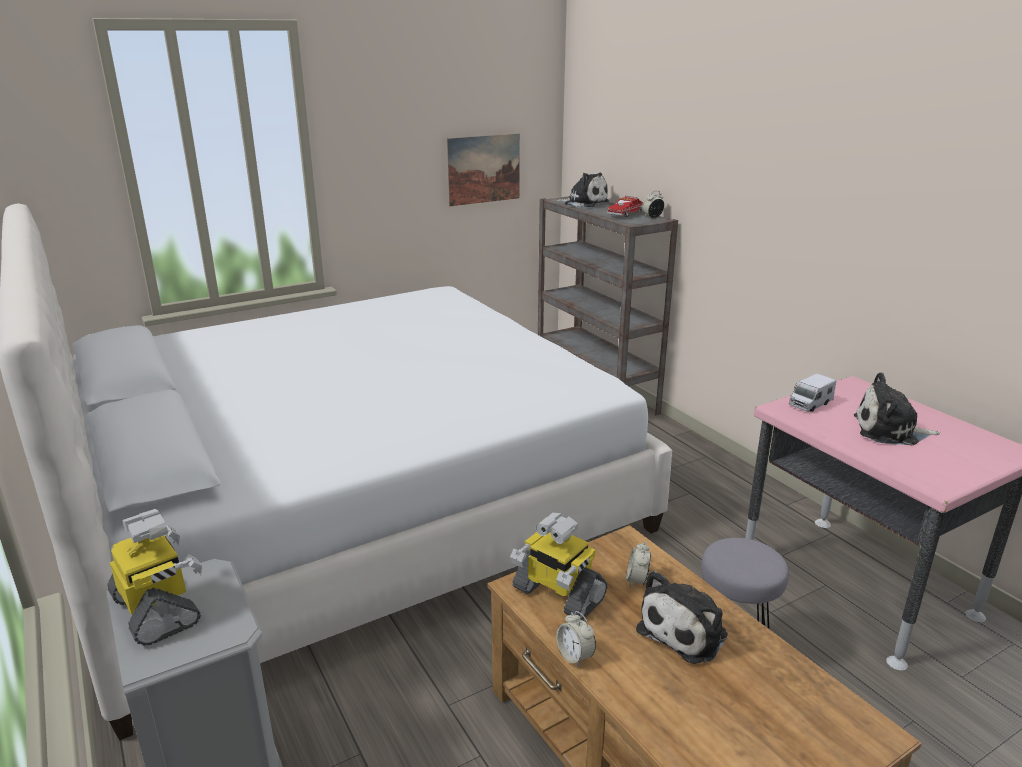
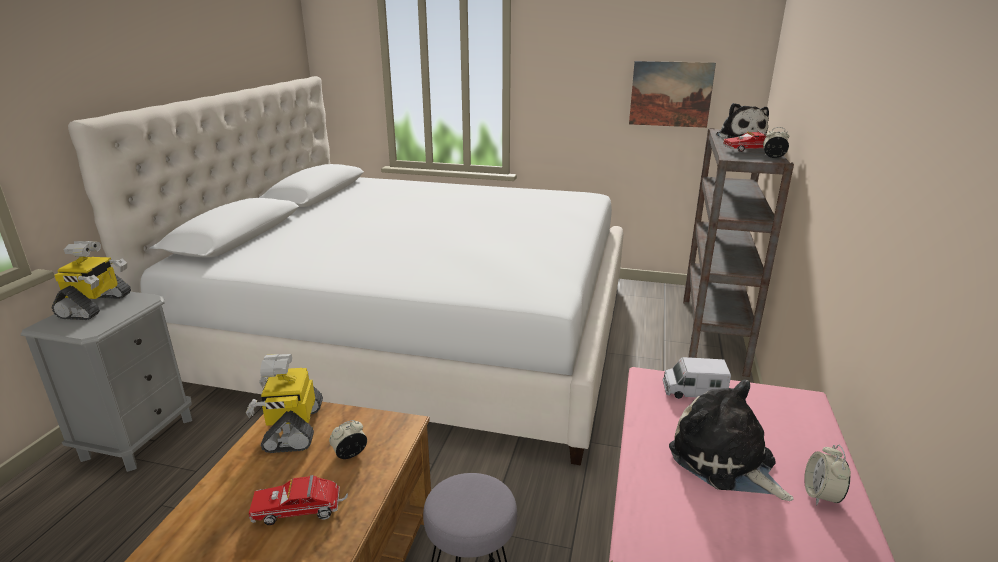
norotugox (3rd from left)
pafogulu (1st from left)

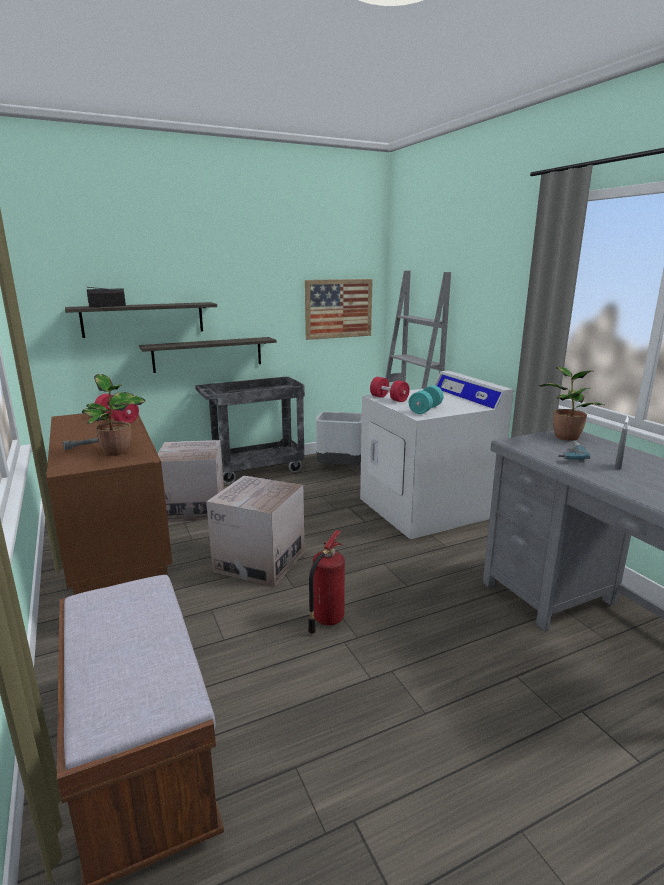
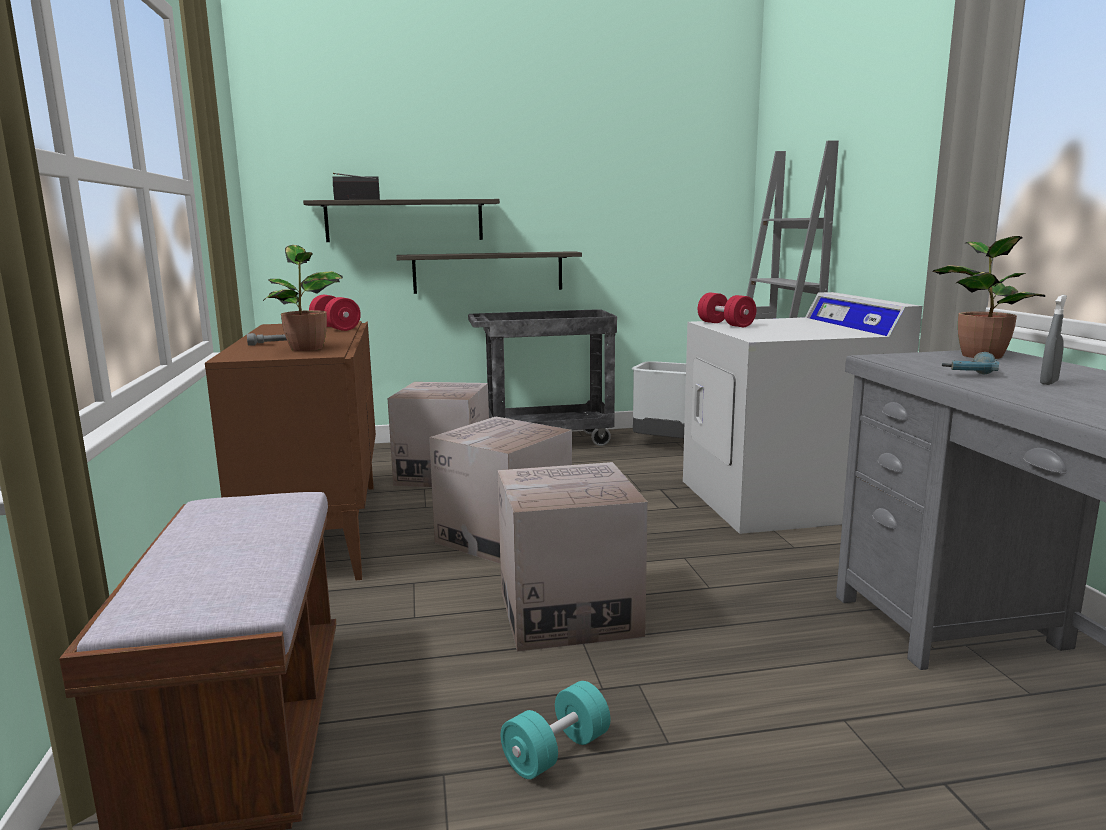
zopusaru
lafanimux (3rd from left)
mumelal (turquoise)

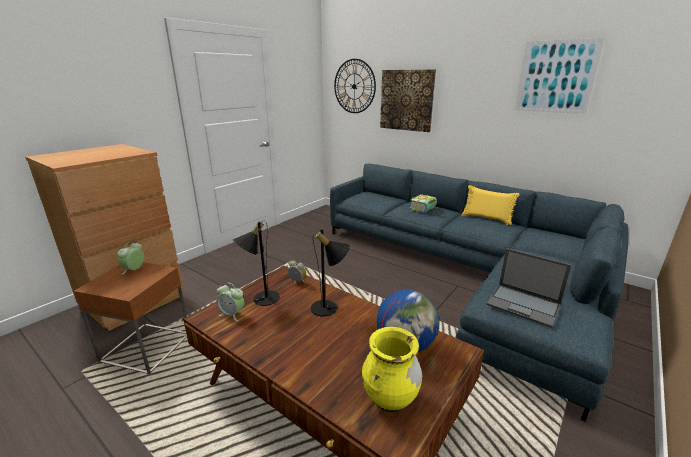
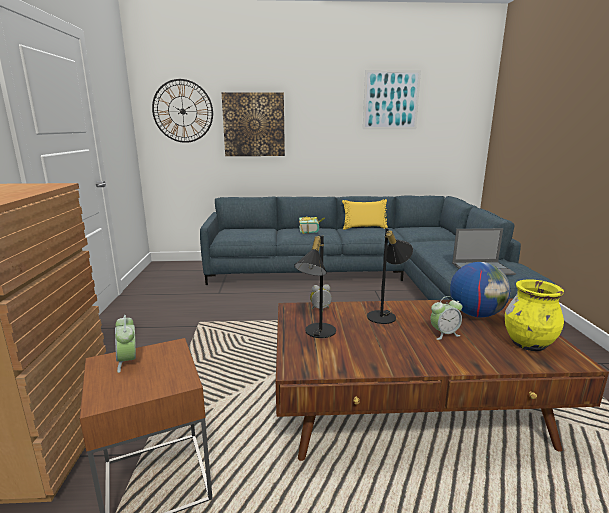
norotugox (3rd from left)

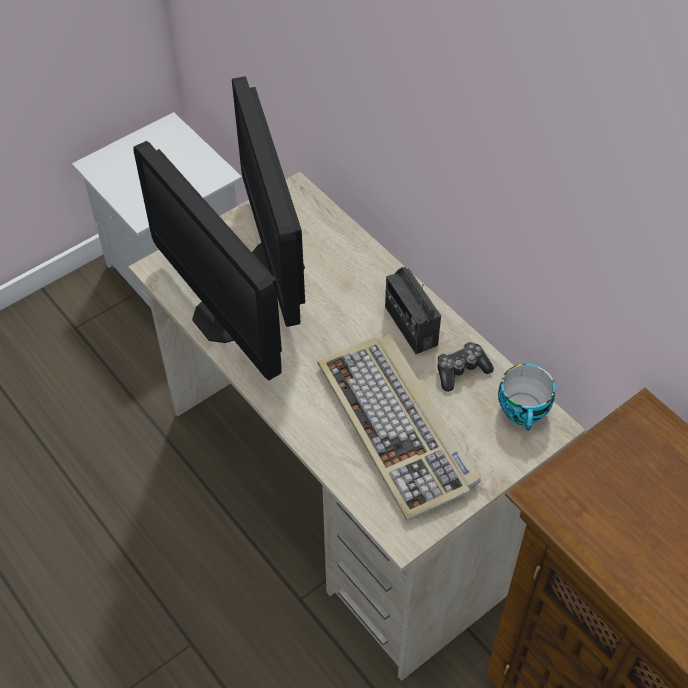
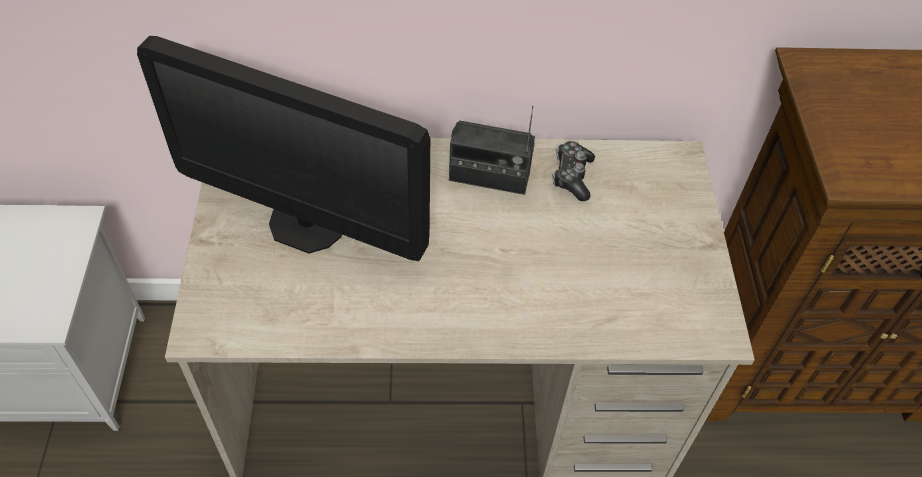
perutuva (1st from left in the first image)
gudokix
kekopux

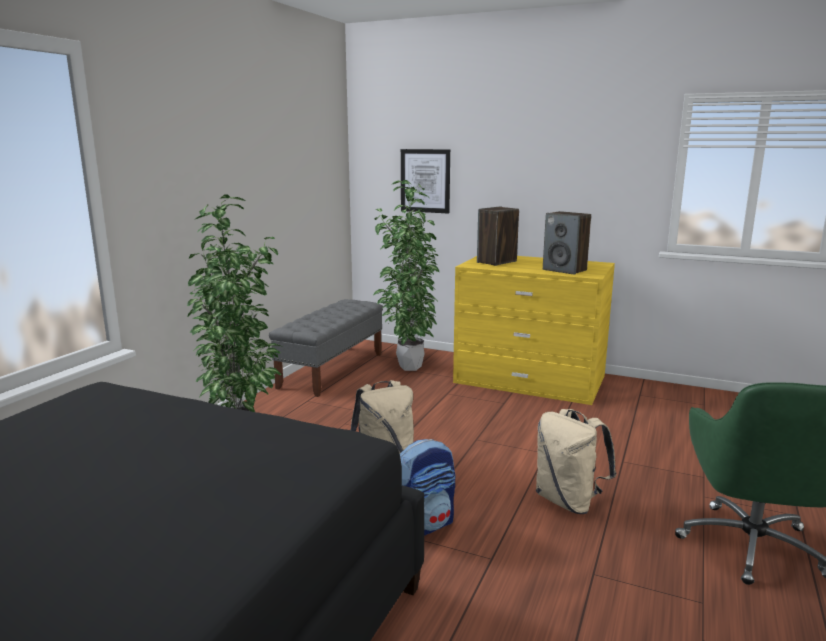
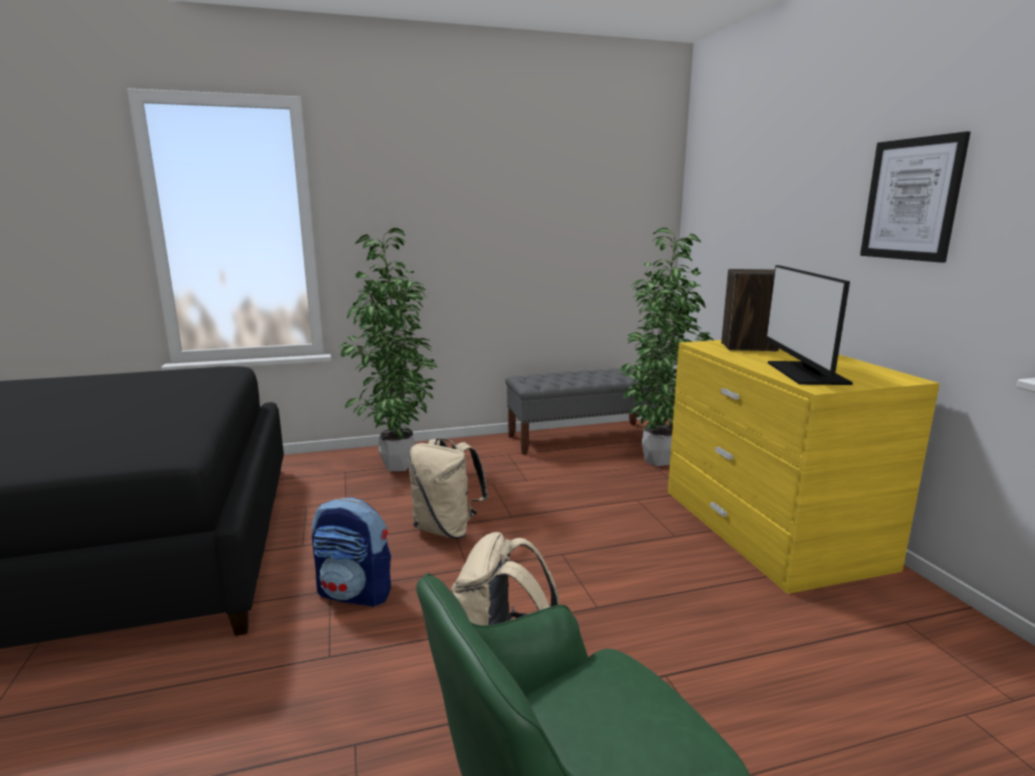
zopusaru
perutuva

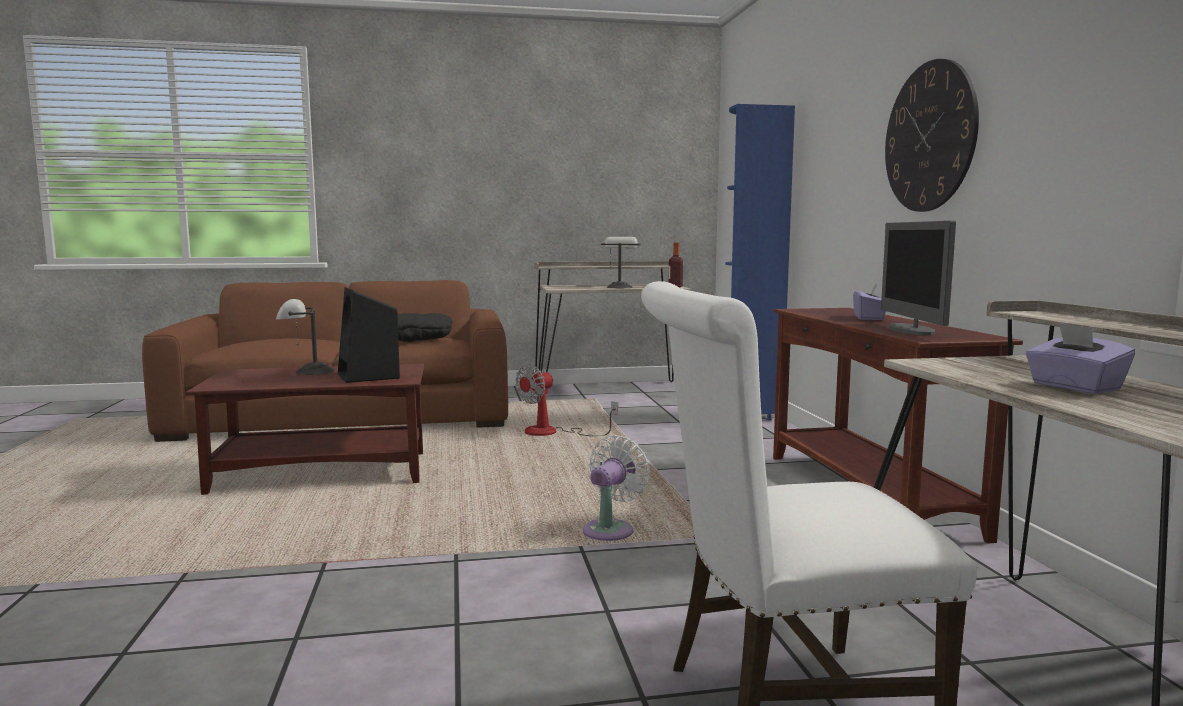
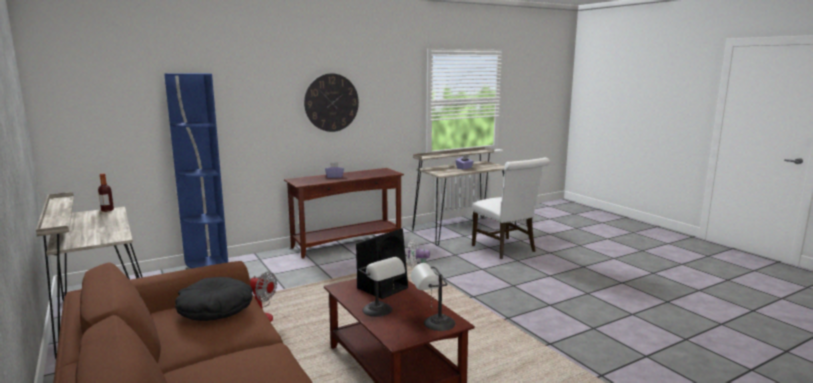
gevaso (2nd from left)
perutuva

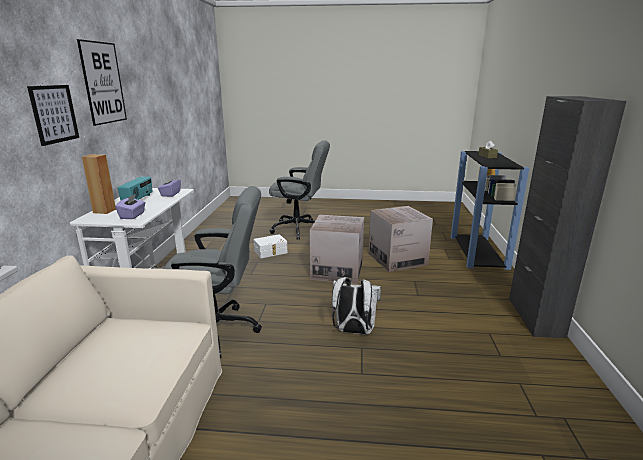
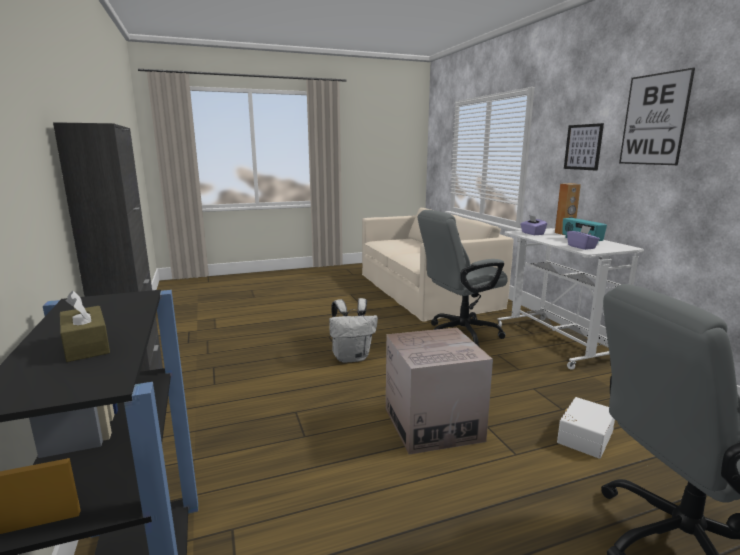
lafanimux (2nd from left in the first image)

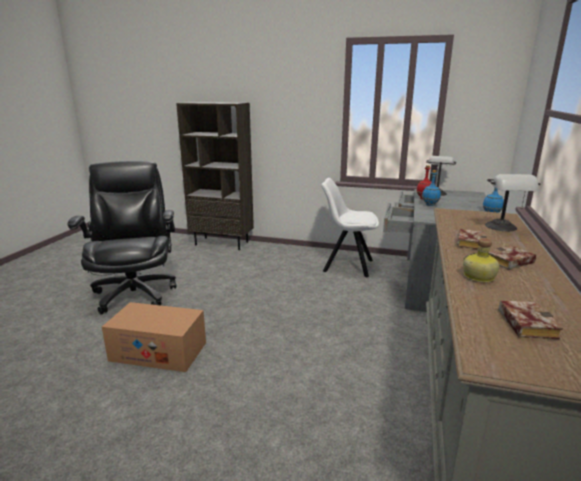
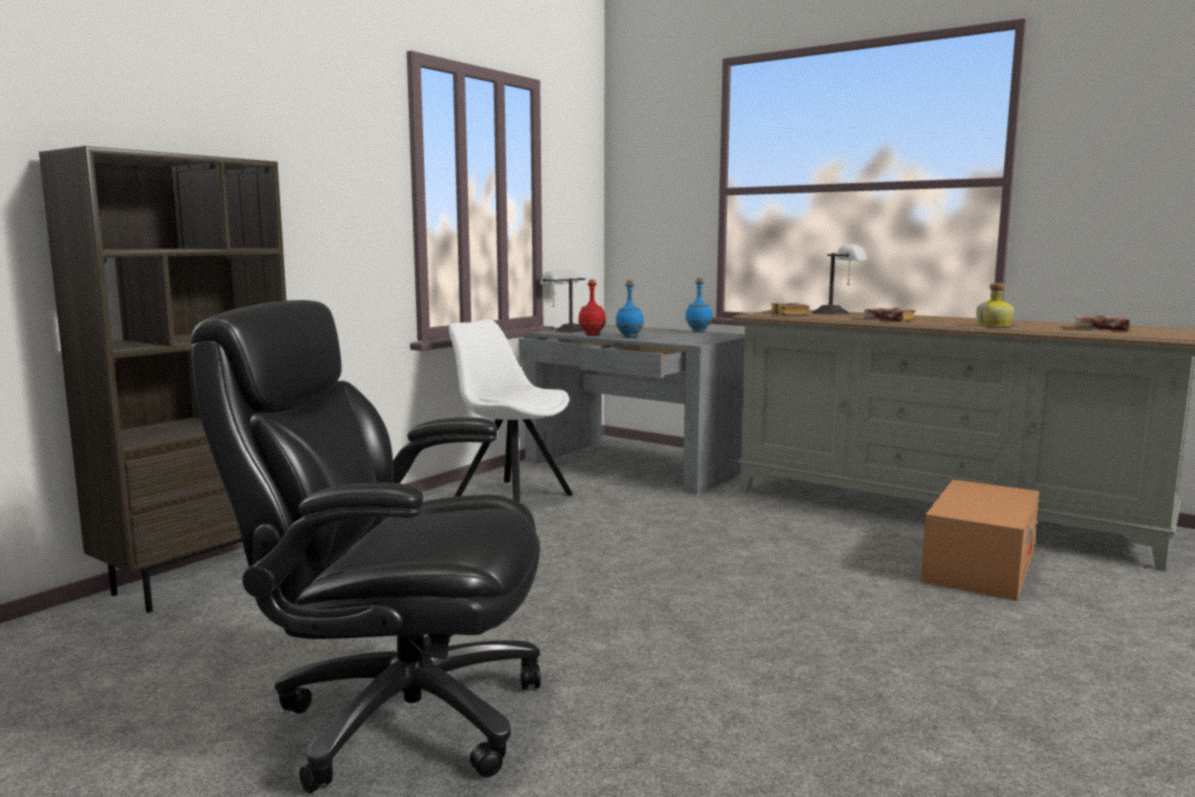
lafanimux
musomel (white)
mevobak (1st from left)

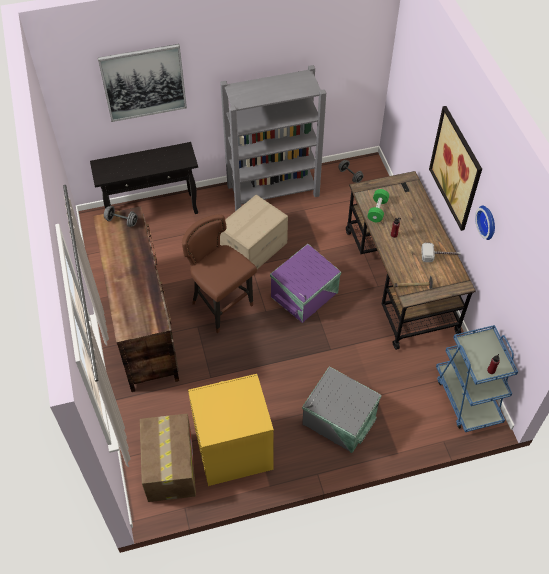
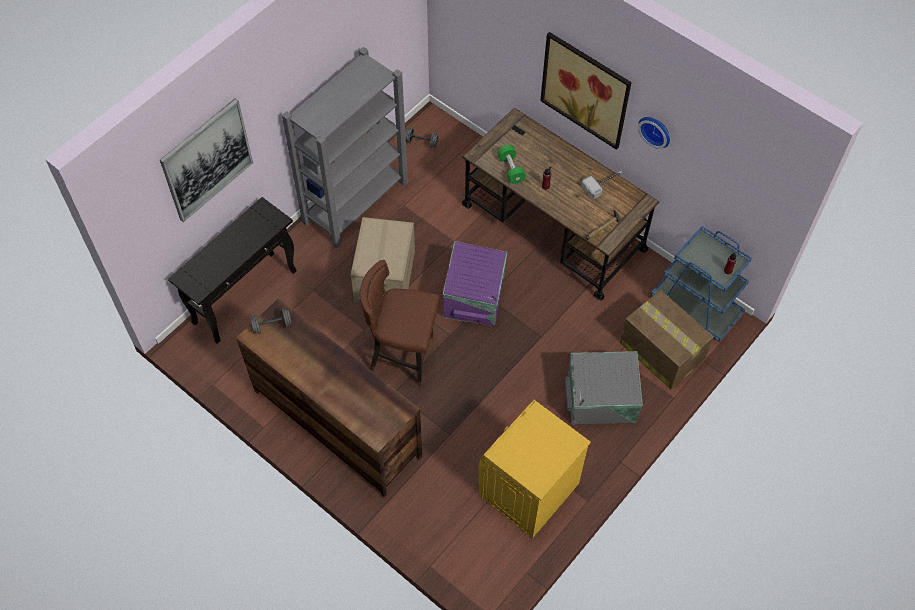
lafanimux (2nd from left)

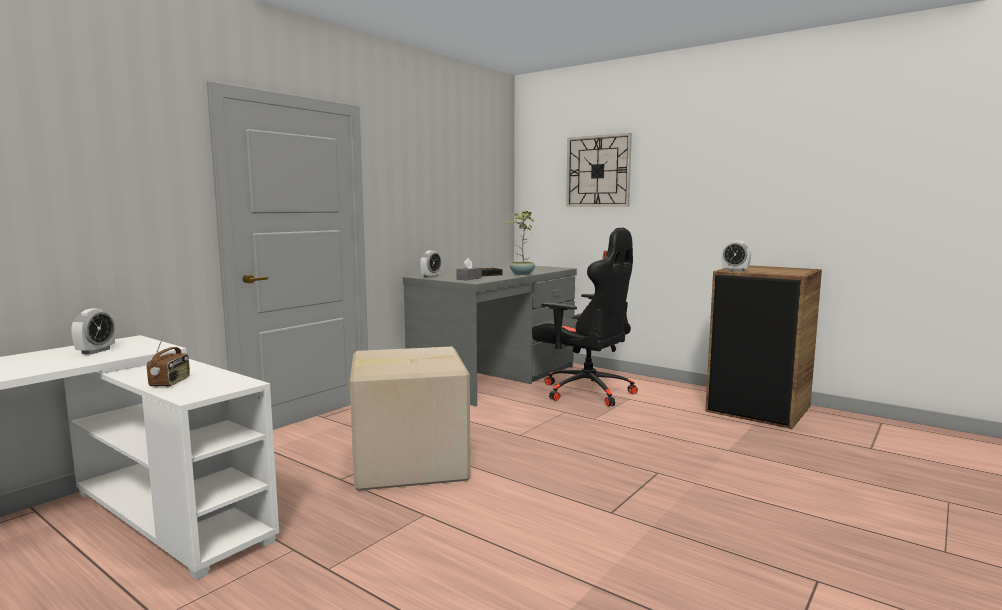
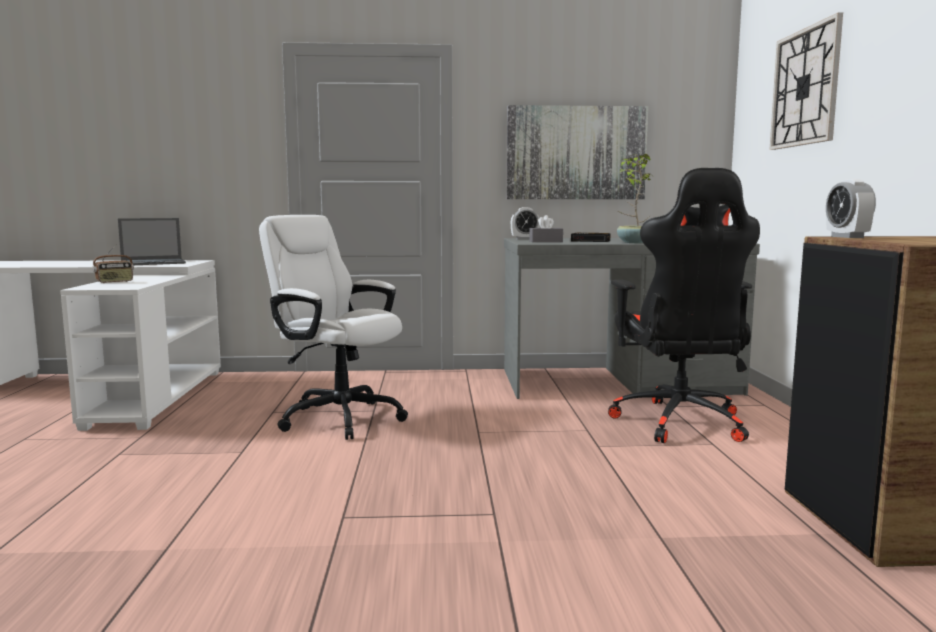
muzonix
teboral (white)
zopusaru

